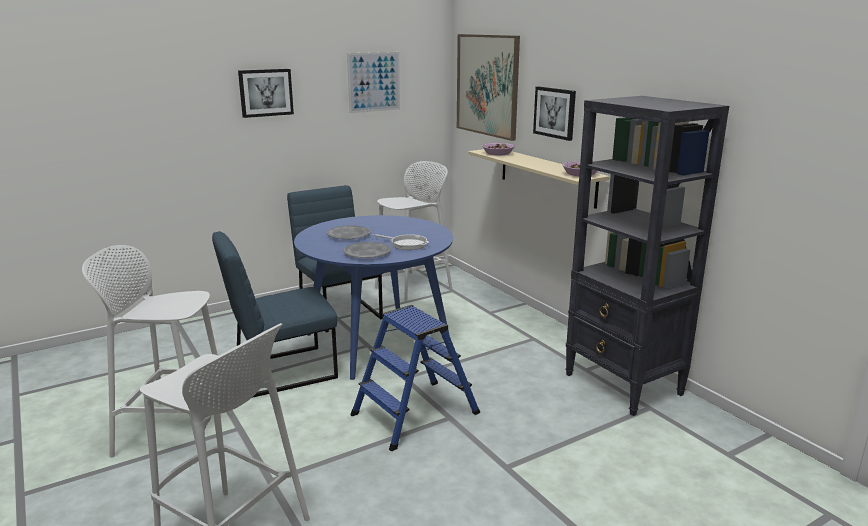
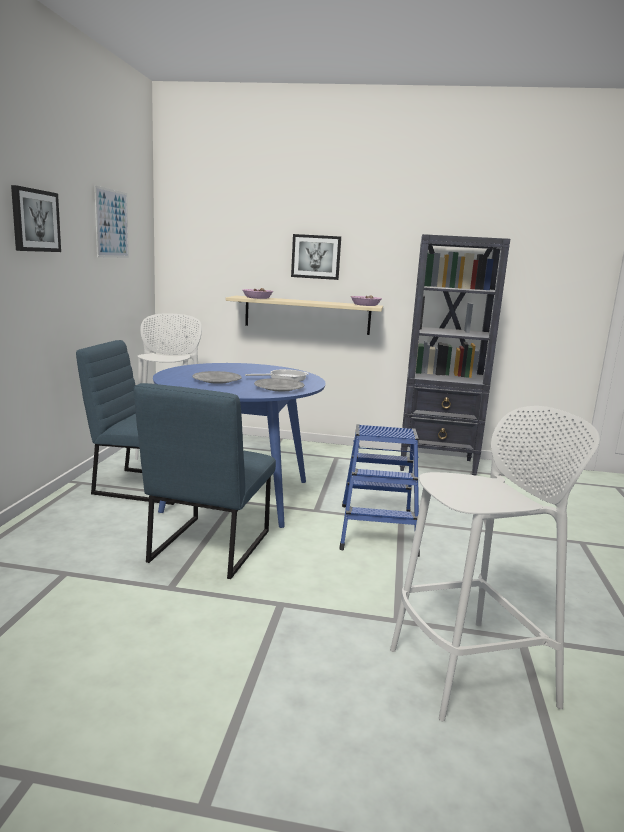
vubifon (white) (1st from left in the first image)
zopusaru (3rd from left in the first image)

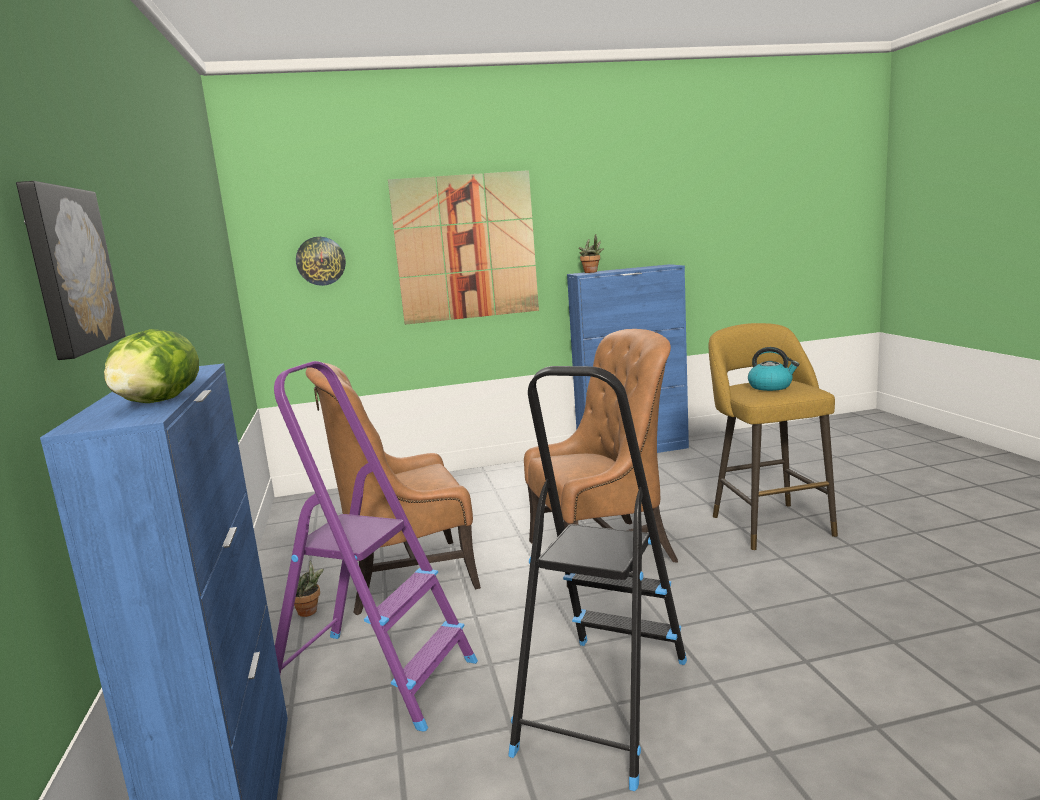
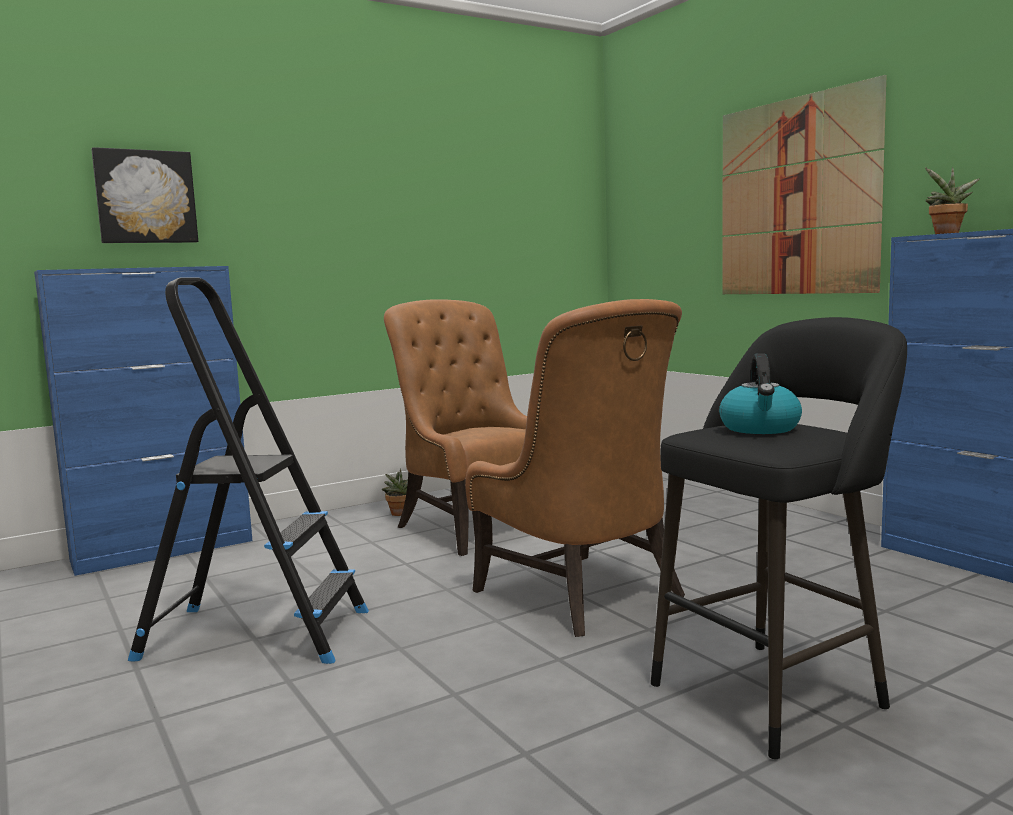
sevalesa
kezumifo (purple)
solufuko
vubifon (black)

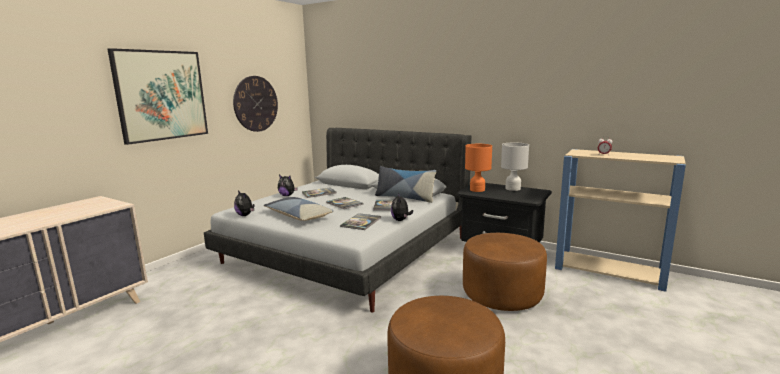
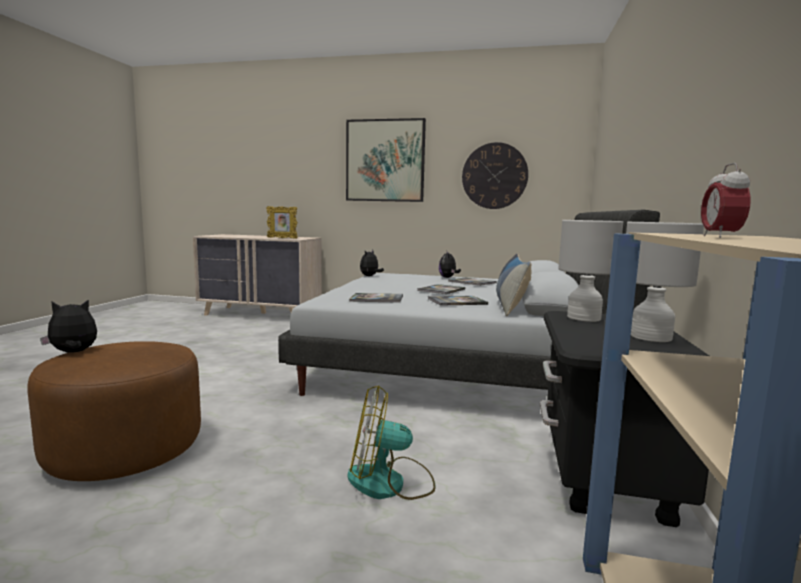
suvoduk (1st from left in the first image)
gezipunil (1st from left)
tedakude
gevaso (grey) (1st from left)
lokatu

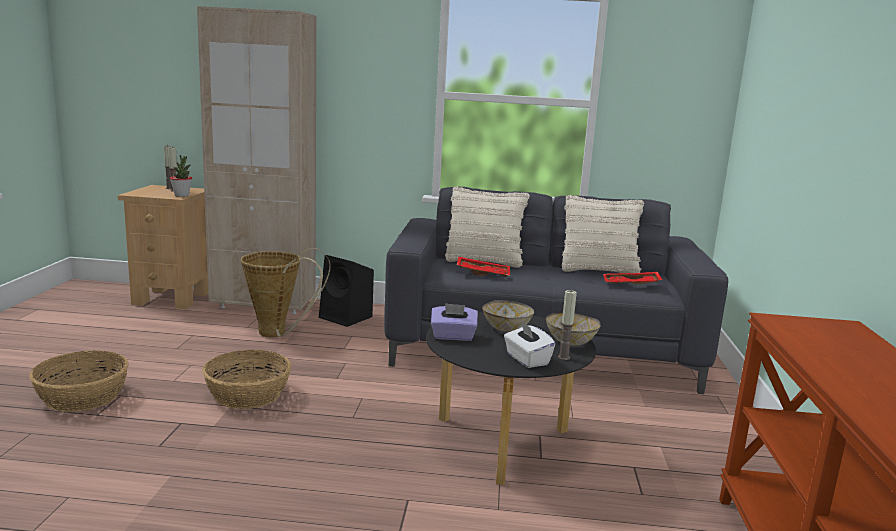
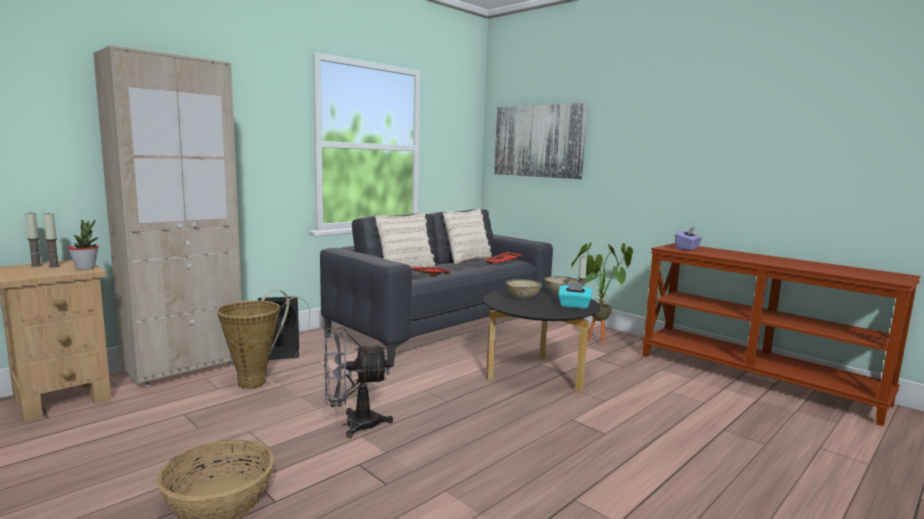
tedakude (grey)
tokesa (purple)
tokesa (turquoise)
zopusaru
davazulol (2nd from left)

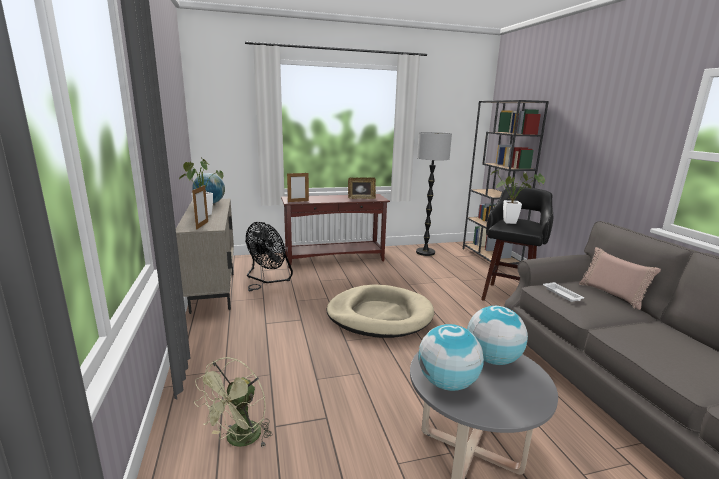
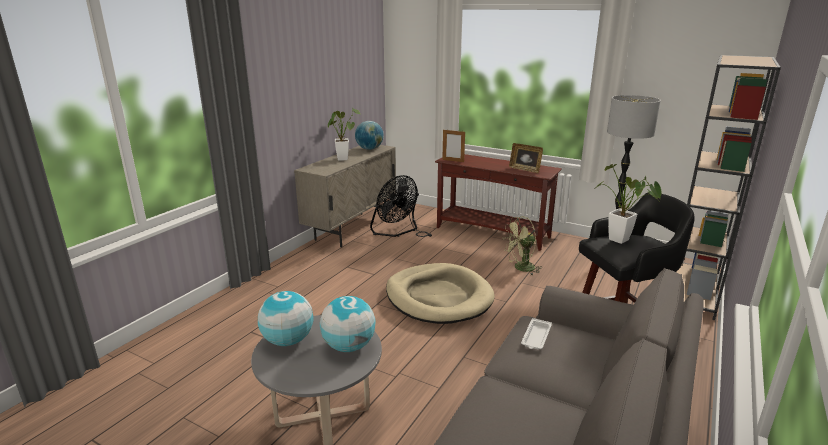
lokatu (1st from left in the first image)
tedakude (green)
tedakude (black)
suvoduk (beige)

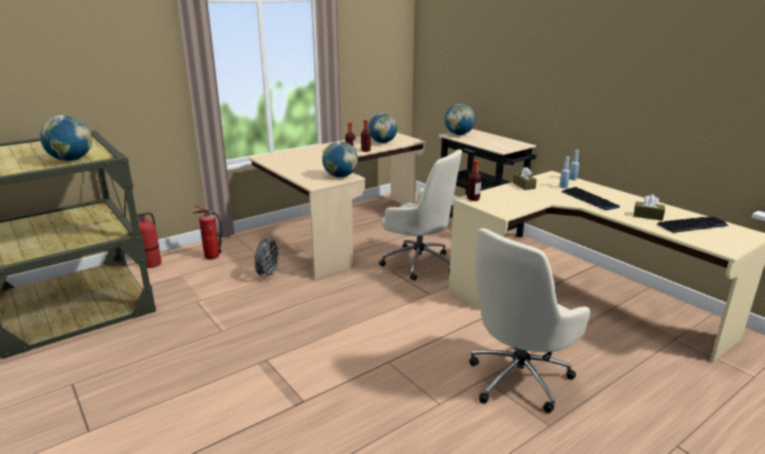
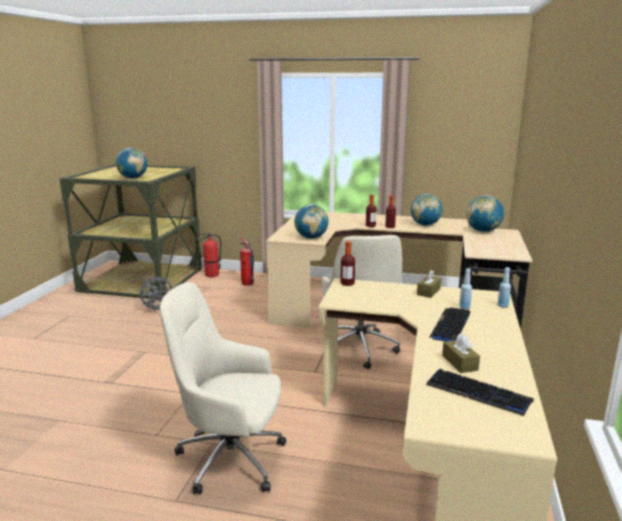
tedakude (grey)

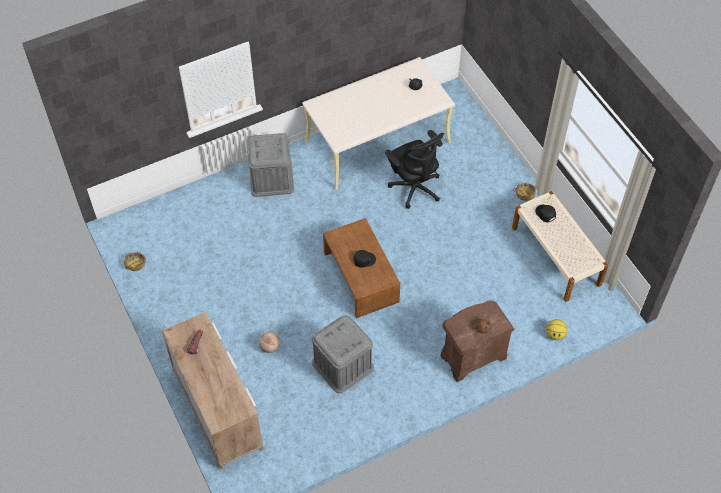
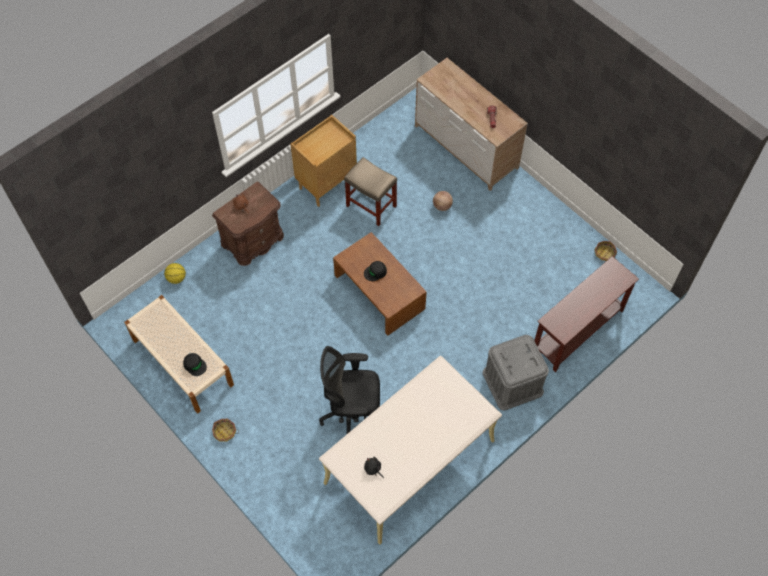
vubifon (beige)
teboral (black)
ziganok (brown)
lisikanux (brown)

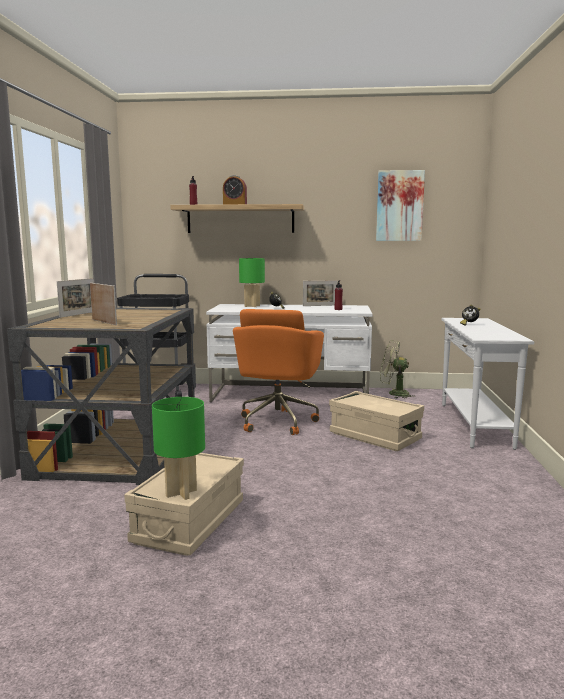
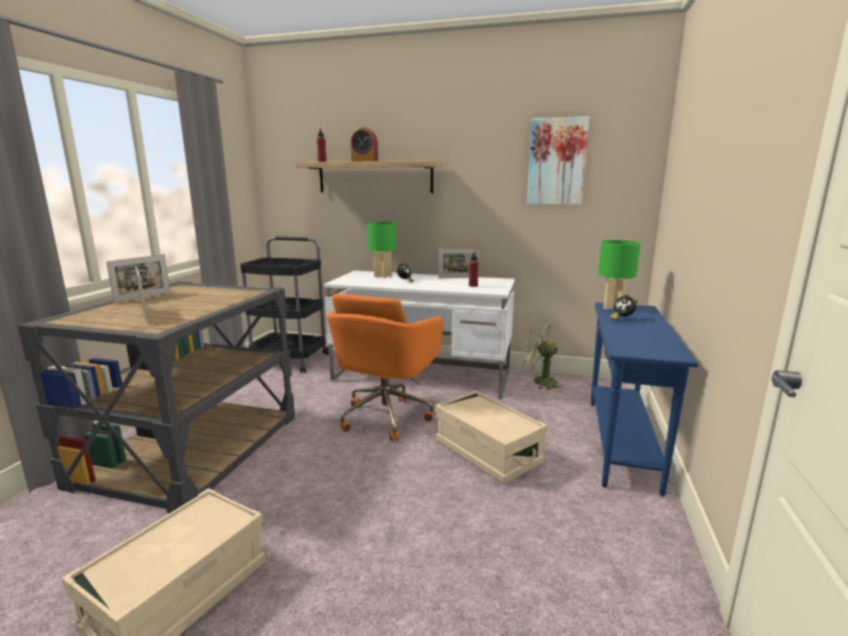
gevaso (green) (2nd from left)
lisikanux (blue)

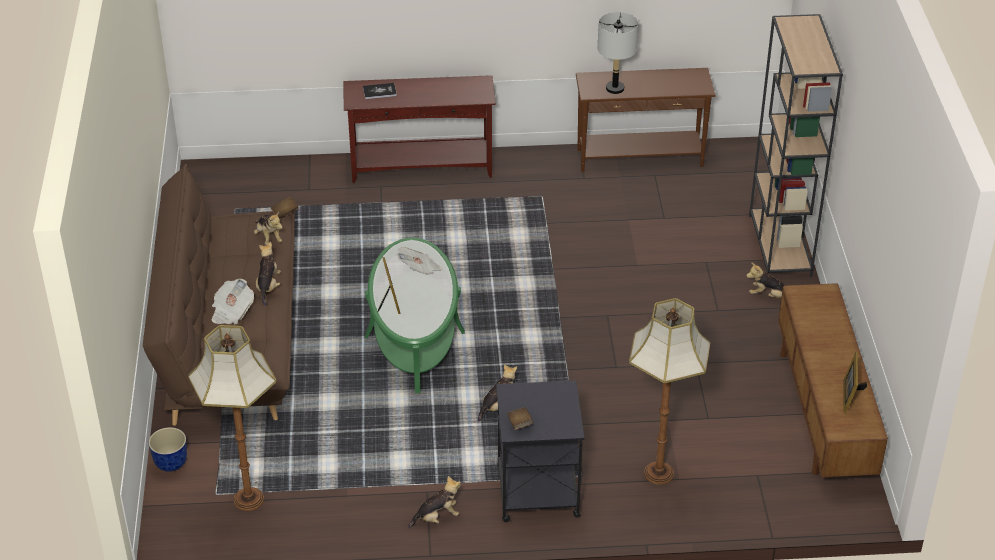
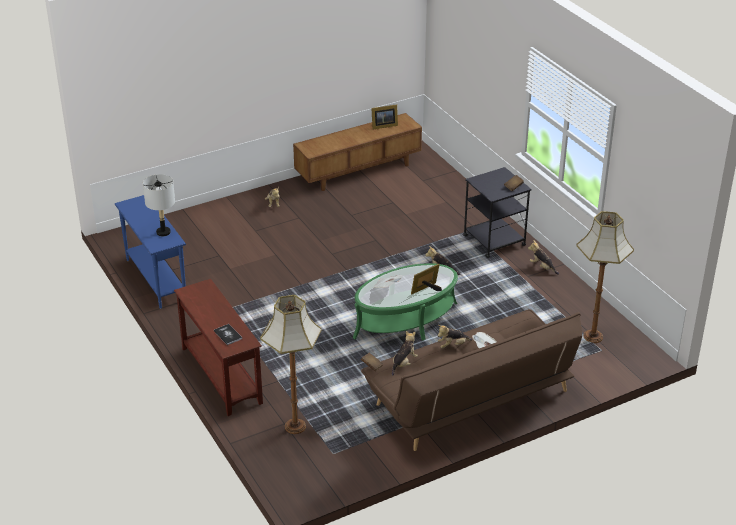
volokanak
lisikanux (blue)
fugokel (1st from left)
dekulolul

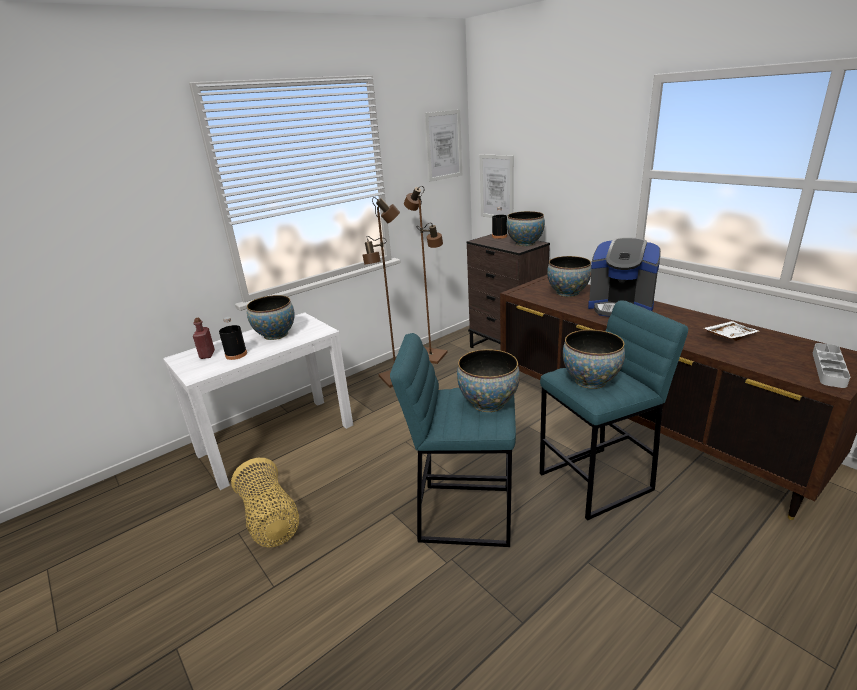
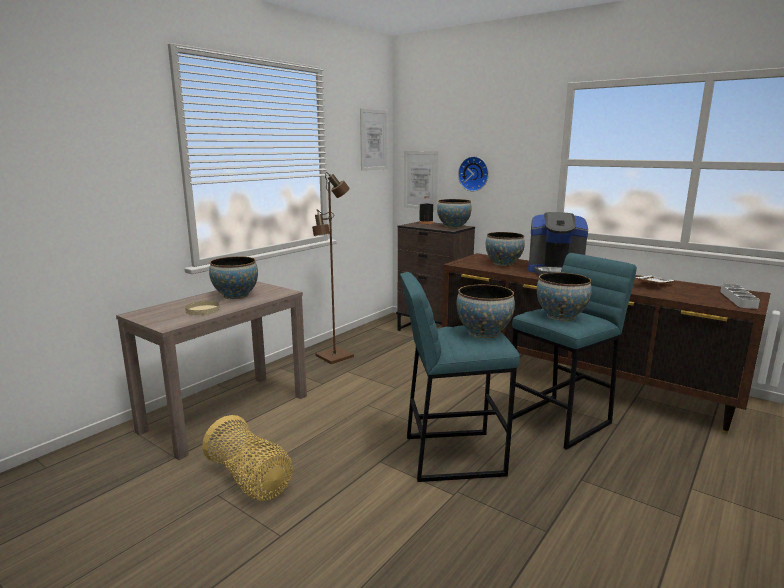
lisikanux (brown)
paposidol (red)
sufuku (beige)
fugokel (brown) (2nd from left in the first image)
solufuko

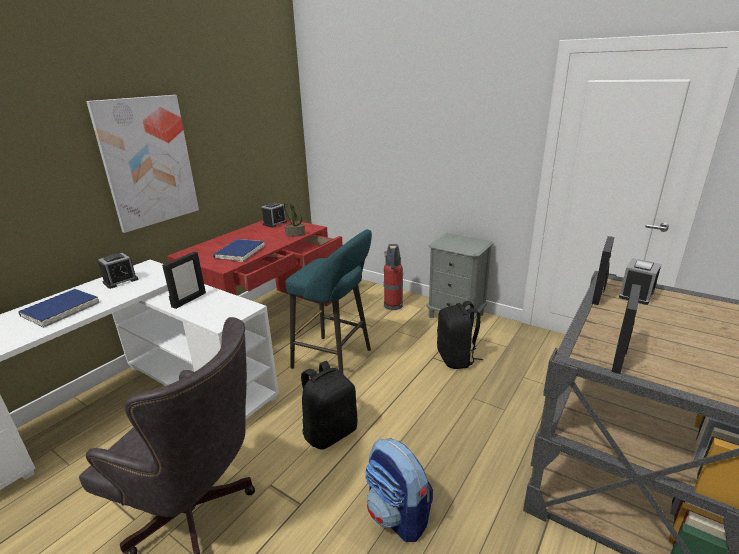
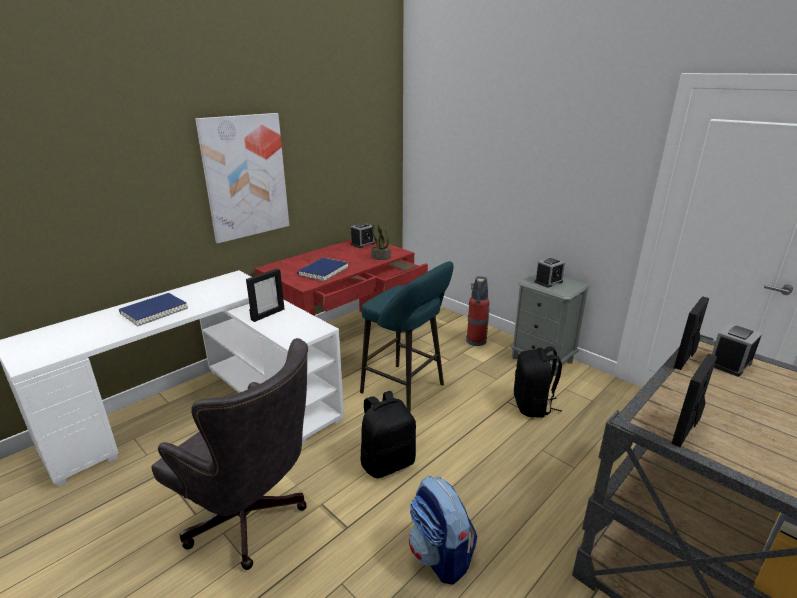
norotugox (2nd from left)

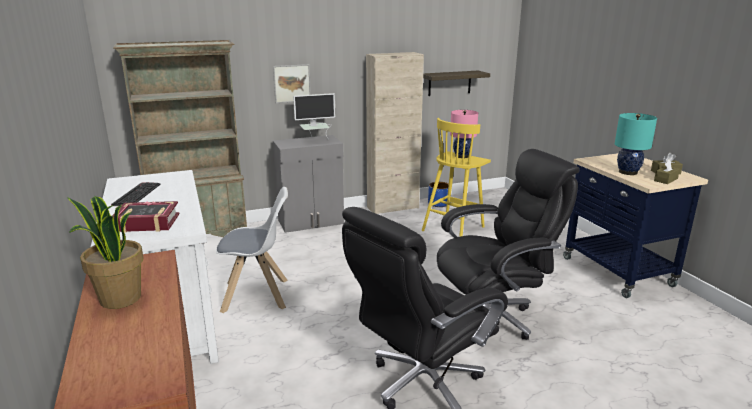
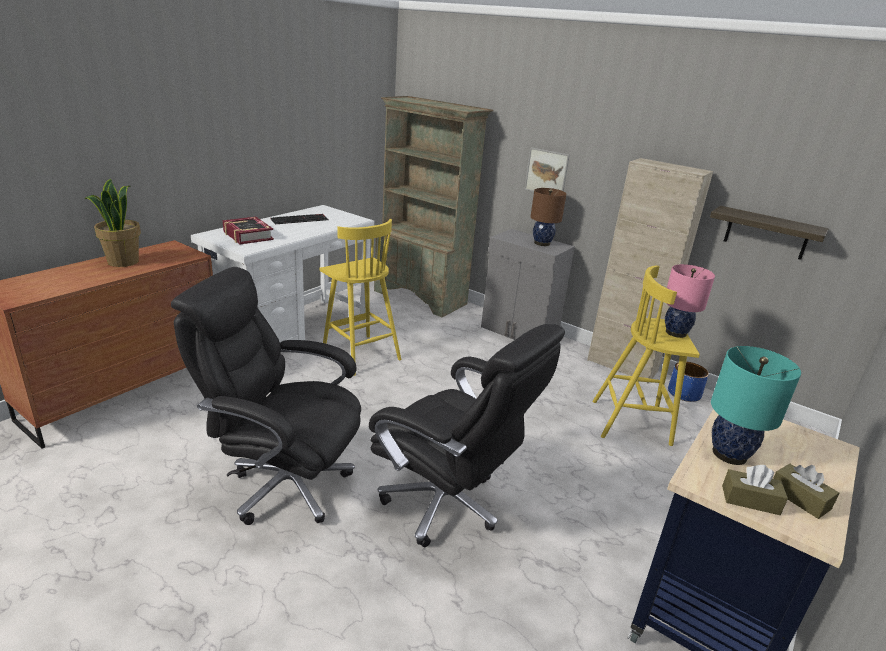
vubifon (yellow) (1st from left)
gevaso (brown)

